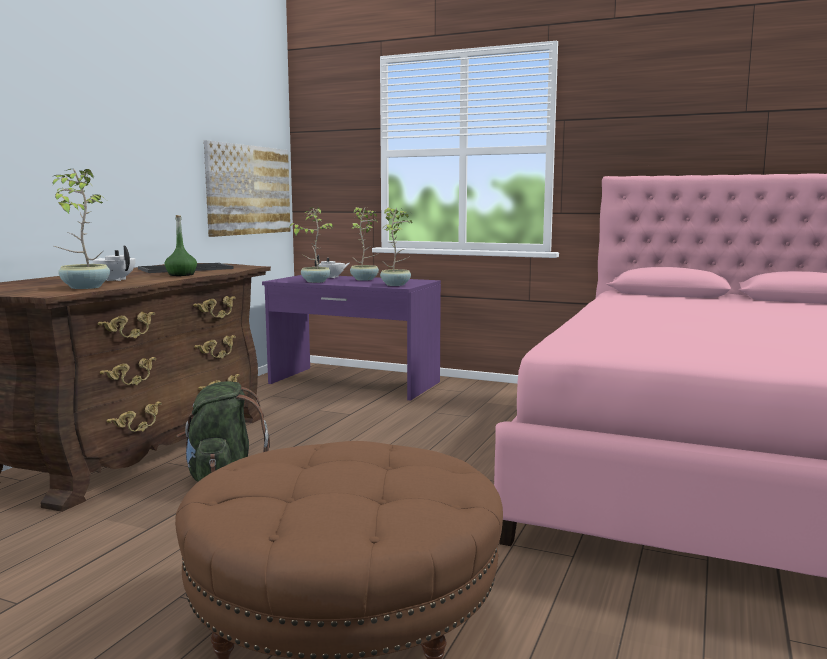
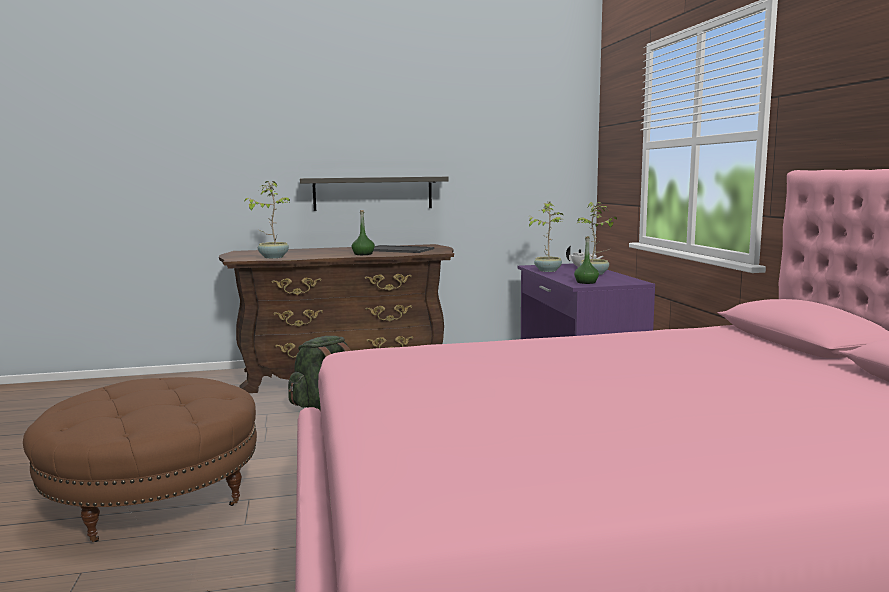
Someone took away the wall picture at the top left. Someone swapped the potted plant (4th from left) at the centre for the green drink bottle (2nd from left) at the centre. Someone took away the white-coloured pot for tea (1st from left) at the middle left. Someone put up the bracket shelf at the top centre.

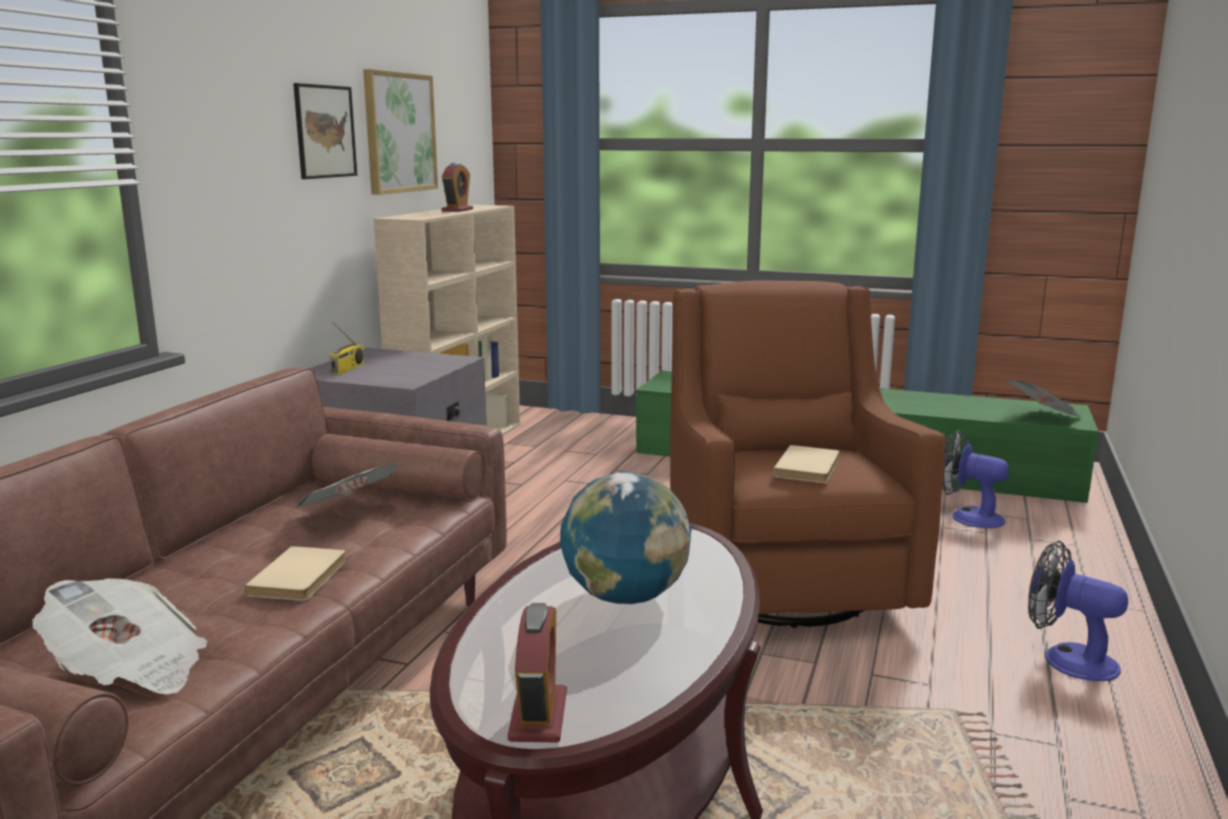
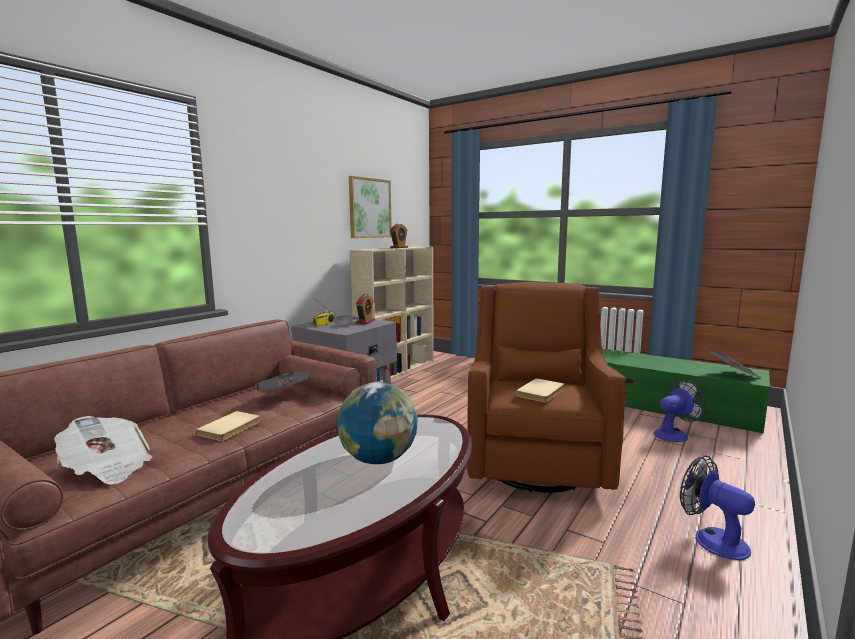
Someone took away the wall picture (1st from left) at the top left. Someone rotated the cooling fan (1st from left) at the middle right by 105 degrees clockwise. Someone carried the table clock (2nd from left in the first image) from the bottom centre to the centre.

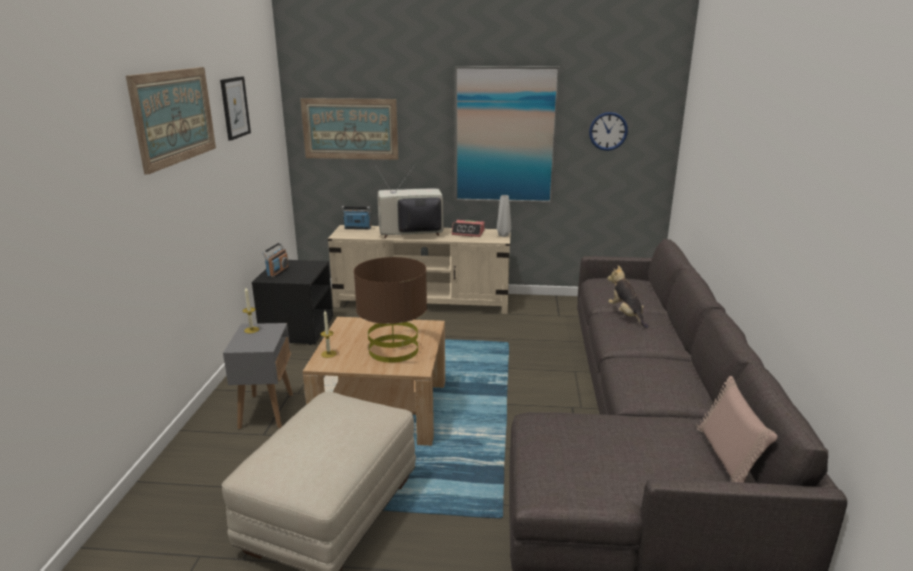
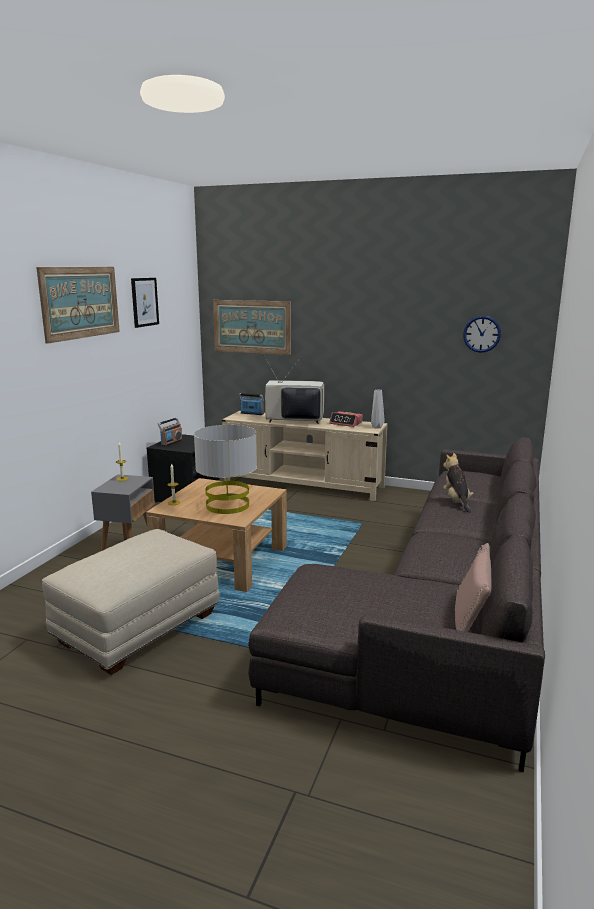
Someone took away the wall picture (4th from left) at the top centre. Someone repainted the brownish table lamp at the centre, which became the gray table lamp at the centre.

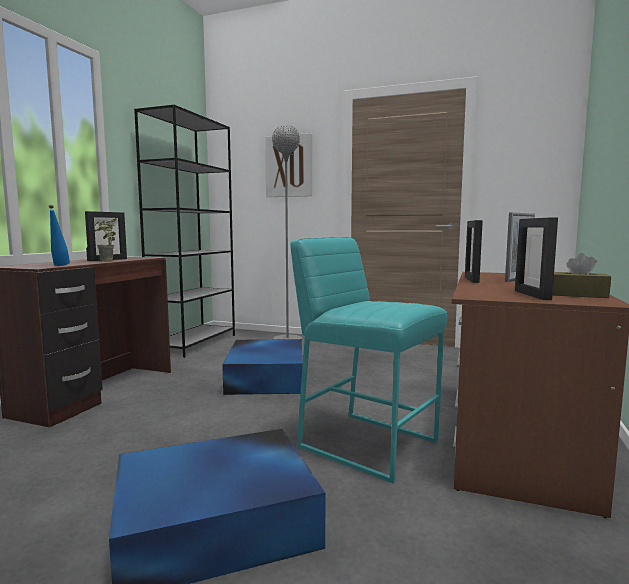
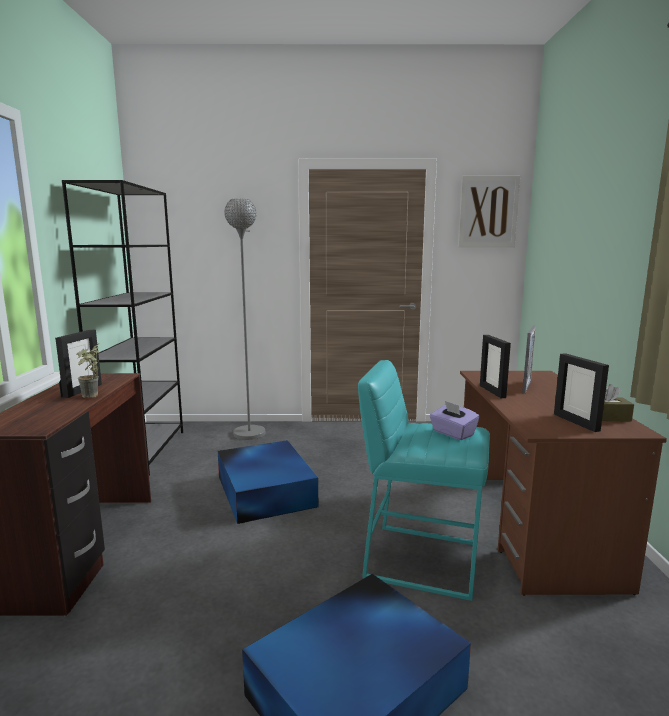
Someone carried the wall picture from the top centre to the top right. Someone took away the bluish drink bottle at the middle left. Someone put down the purple tissue holder at the middle right.

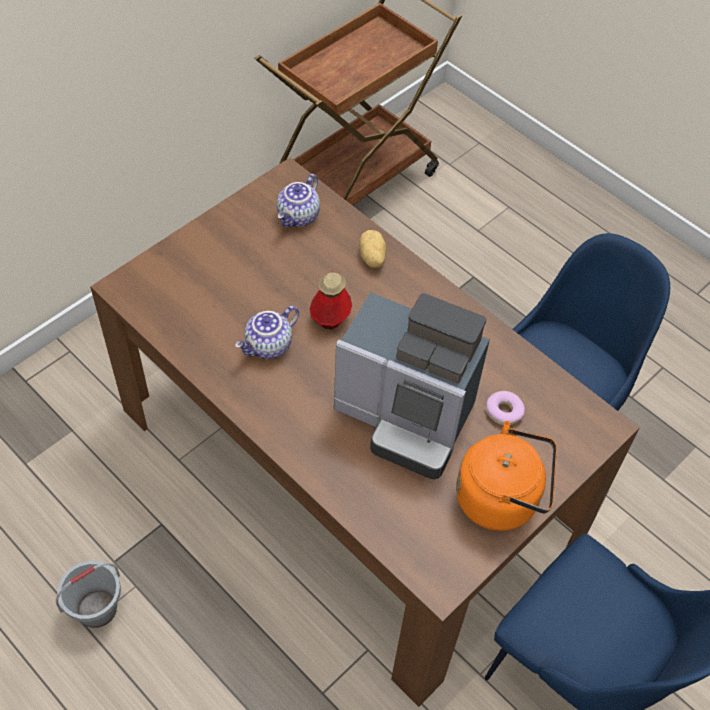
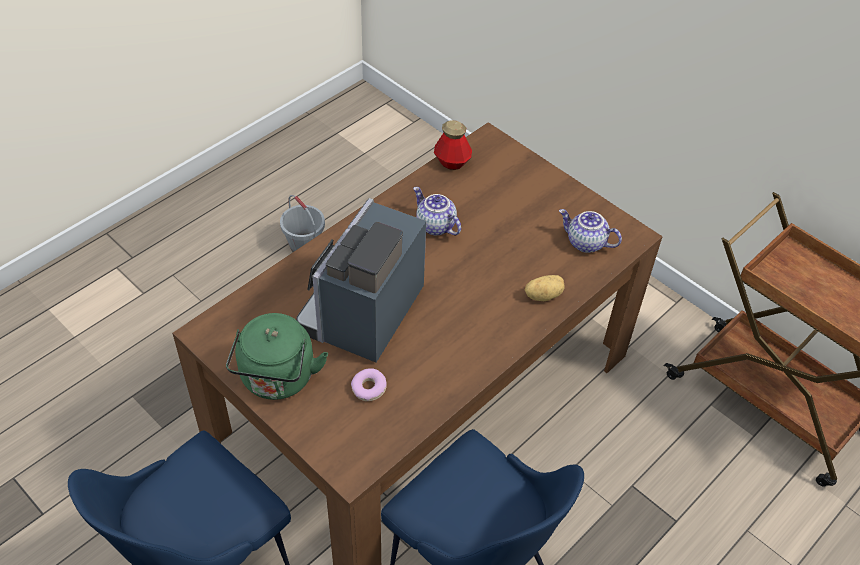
Someone carried the drink bottle from the centre to the top centre. Someone repainted the orangey water kettle at the bottom right, which became the green water kettle at the middle left.

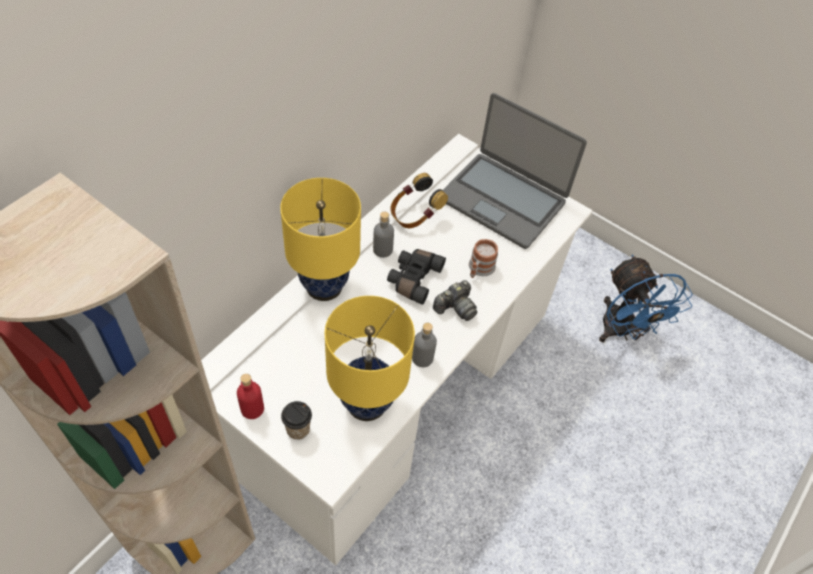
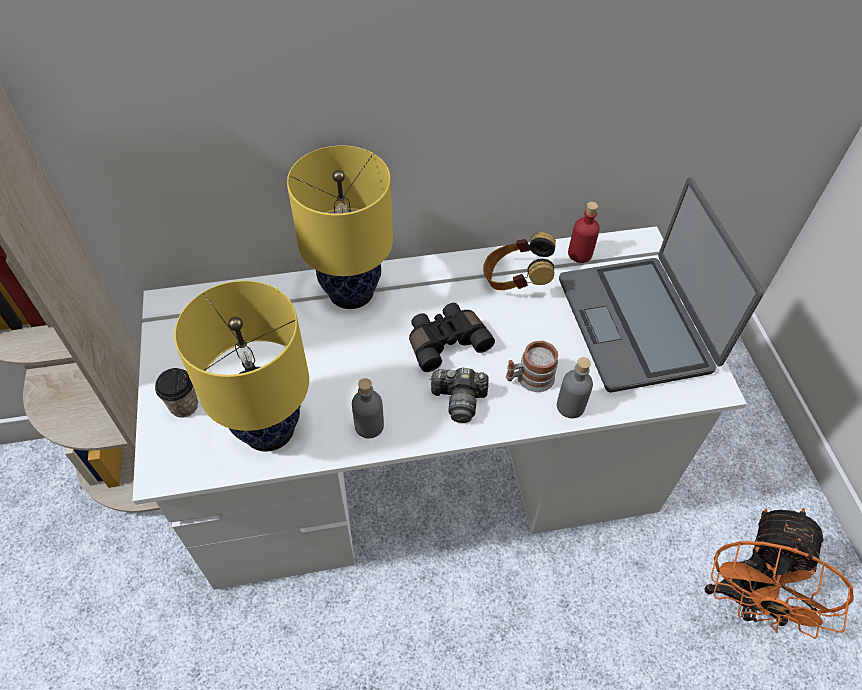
Someone carried the gray drink bottle (1st from left in the first image) from the centre to the middle right. Someone repainted the bluish cooling fan at the middle right, which became the orangey cooling fan at the bottom right. Someone carried the red drink bottle from the bottom left to the middle right.

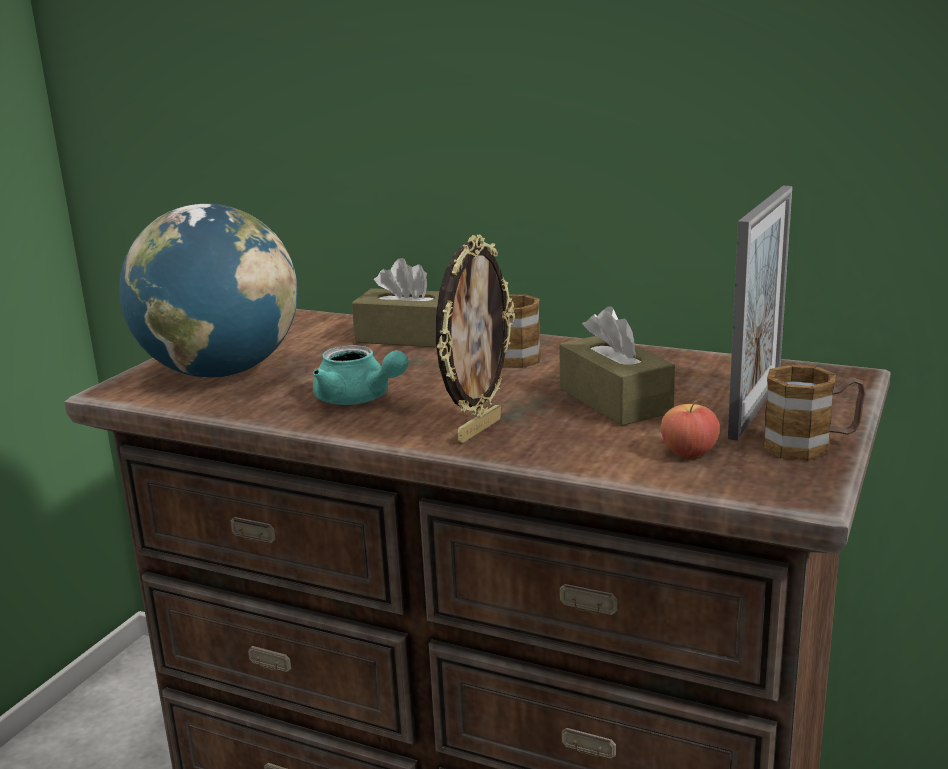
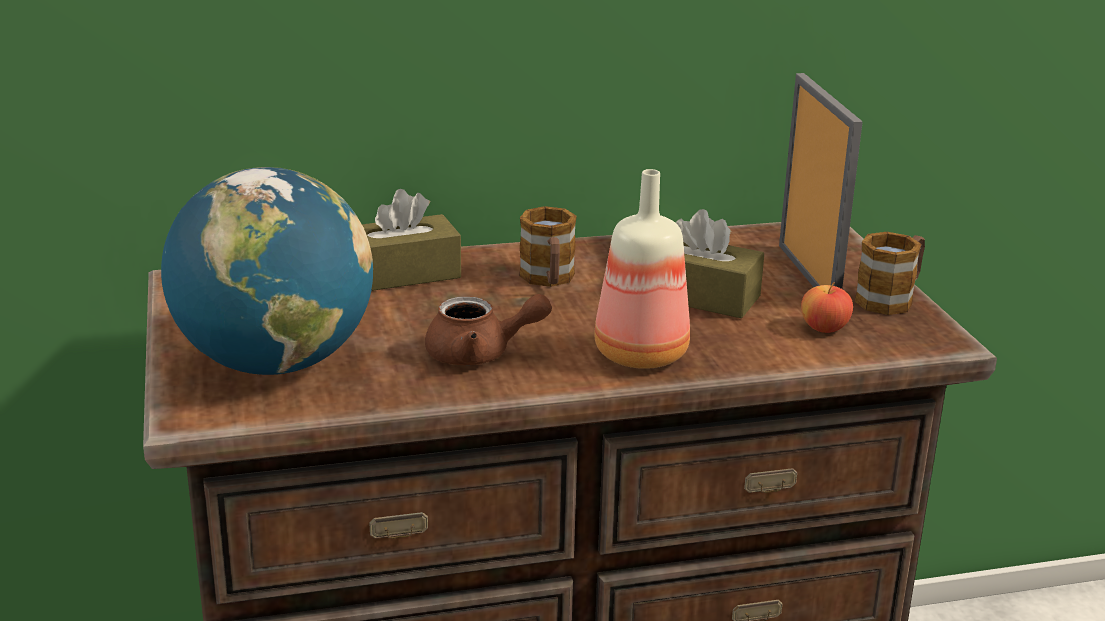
Someone swapped the picture frame (1st from left) at the centre for the drink bottle at the centre. Someone repainted the turquoise pot for tea at the centre, which became the brownish pot for tea at the centre.

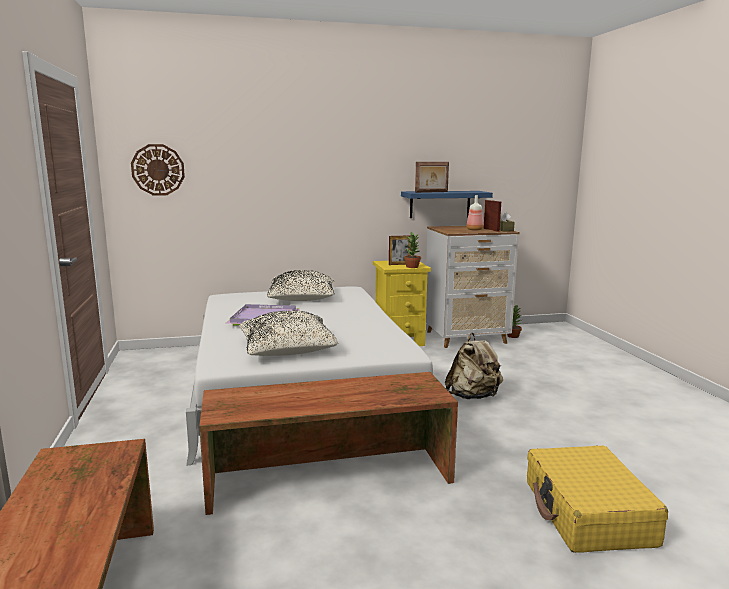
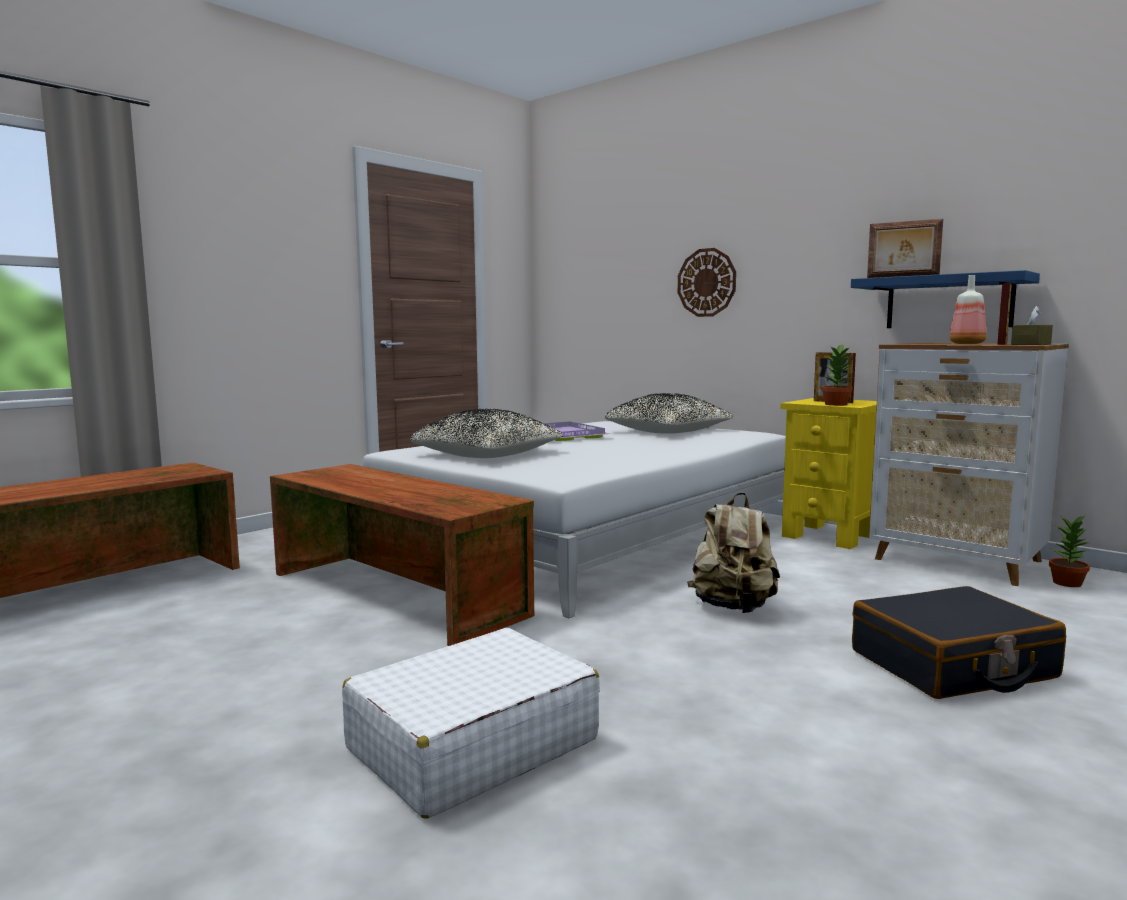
Someone carried the clock on the wall from the top left to the top centre. Someone repainted the yellow-coloured travel case at the bottom right, which became the white-coloured travel case at the bottom centre. Someone put down the black travel case at the bottom right.

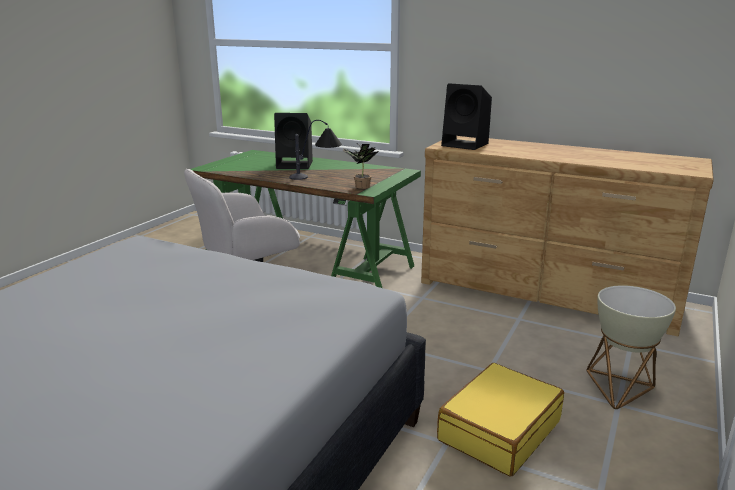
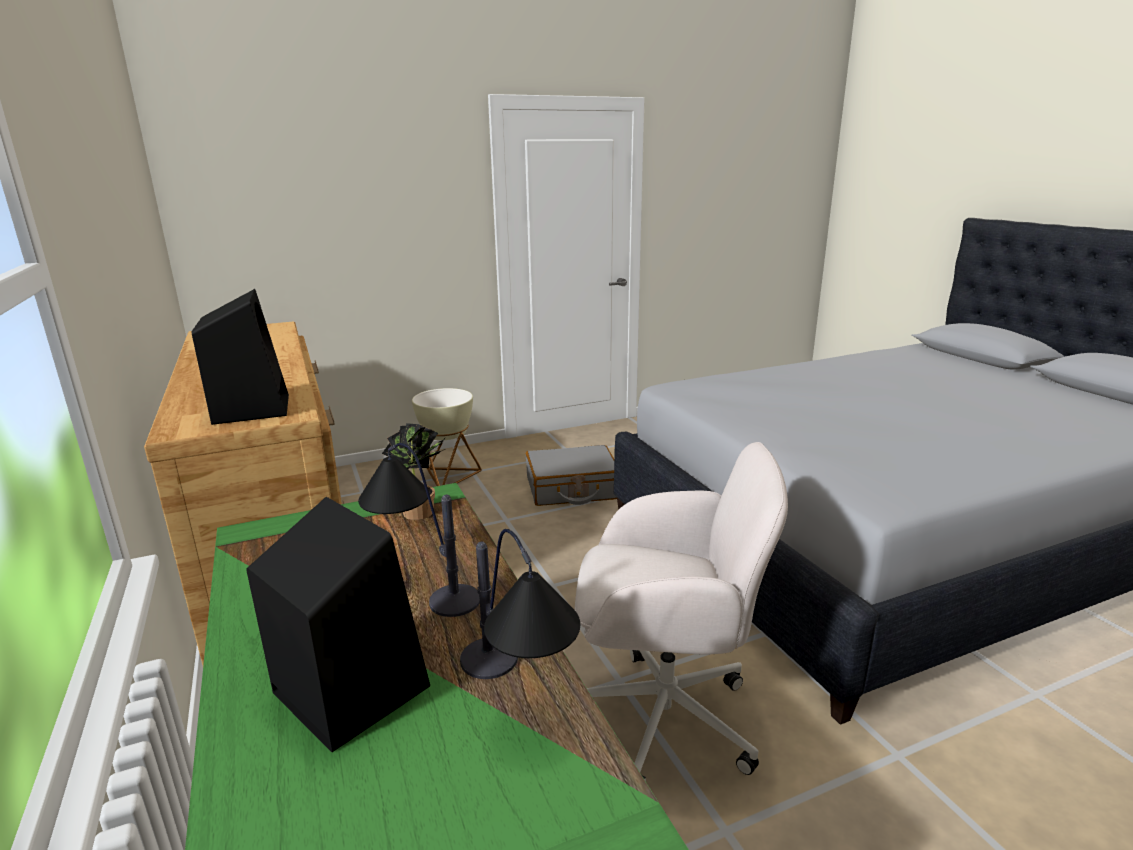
Someone repainted the yellow-coloured travel case at the bottom right, which became the gray travel case at the centre. Someone put down the table lamp (2nd from left) at the bottom centre.

